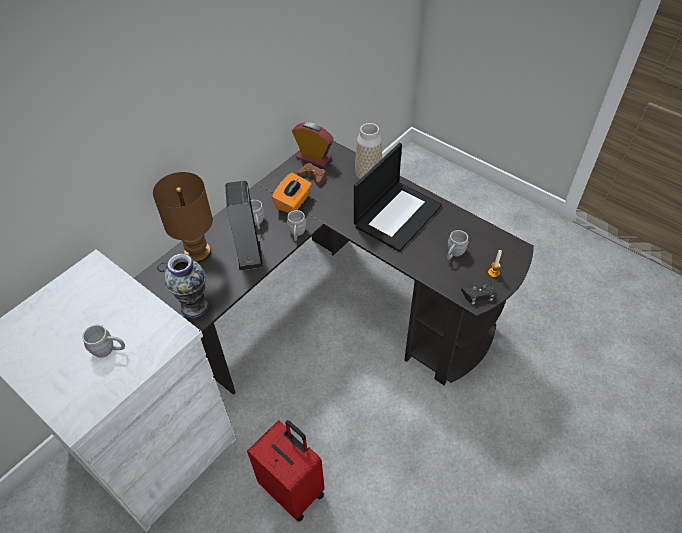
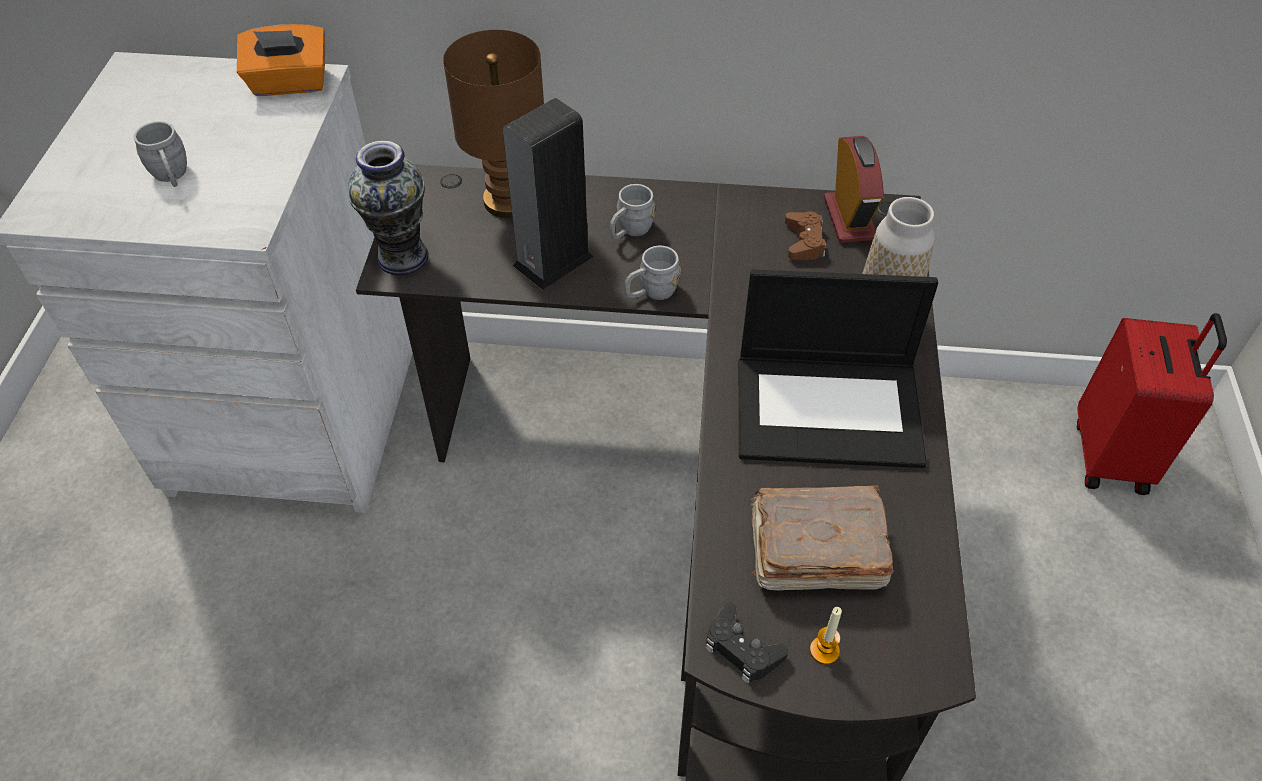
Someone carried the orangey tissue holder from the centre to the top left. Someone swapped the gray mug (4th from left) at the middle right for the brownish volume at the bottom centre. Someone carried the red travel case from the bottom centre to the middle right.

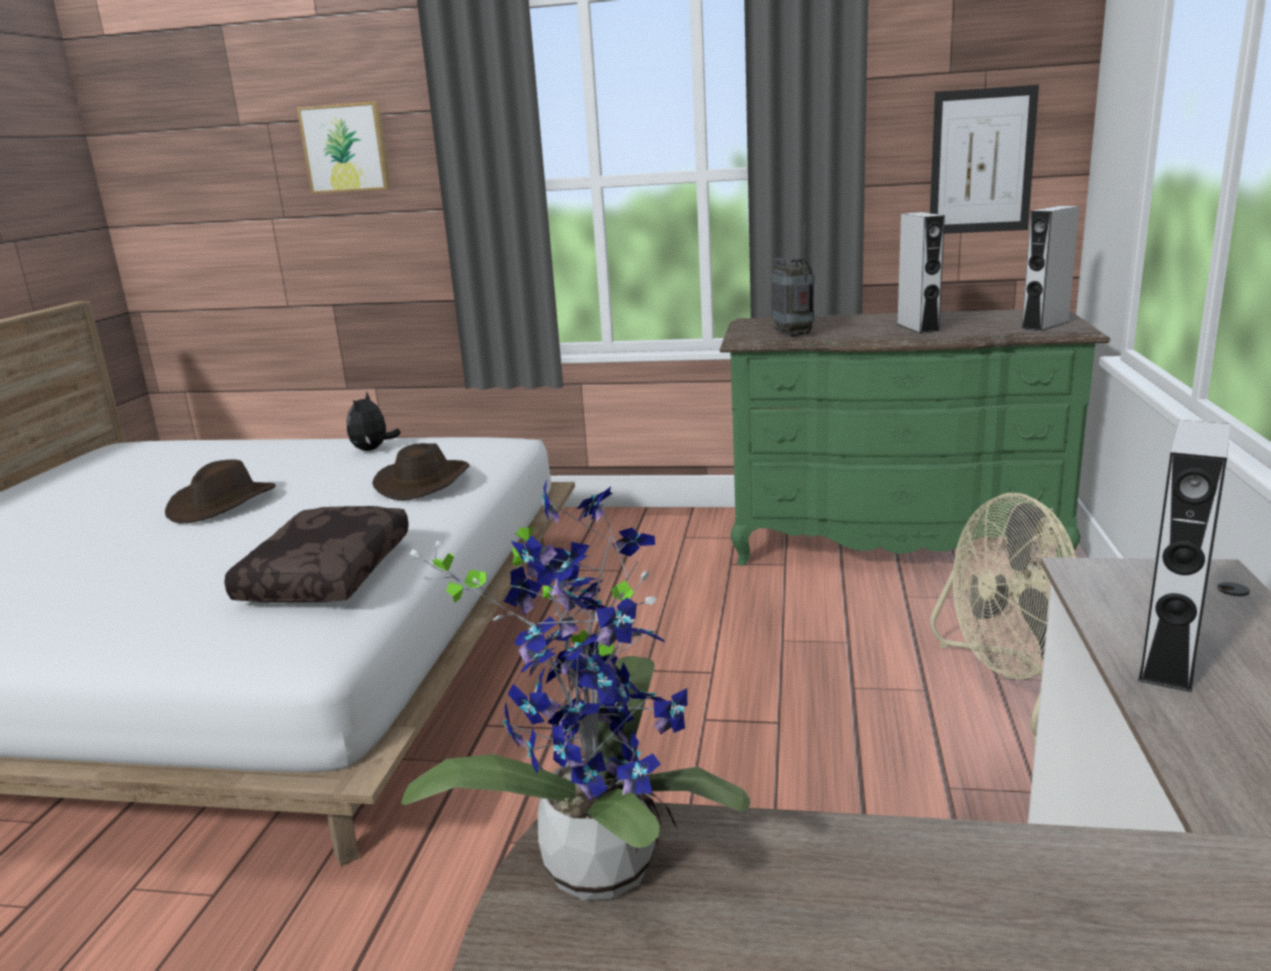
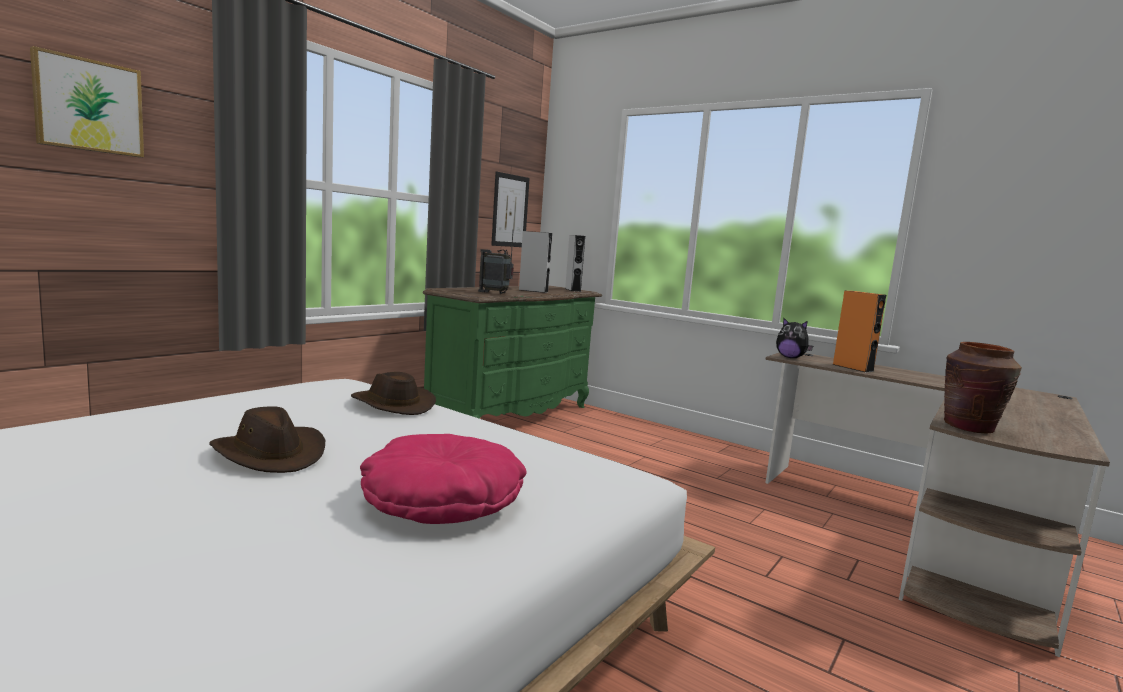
Someone carried the soft toy from the middle left to the middle right. Someone repainted the gray loudspeaker (3rd from left) at the middle right, which became the orangey loudspeaker at the middle right. Someone swapped the potted plant at the bottom centre for the brownish flower vase at the middle right. Someone took away the beige-coloured cooling fan at the middle right. Someone took away the brownish cushion at the middle left. Someone put down the pink-coloured cushion at the bottom centre.

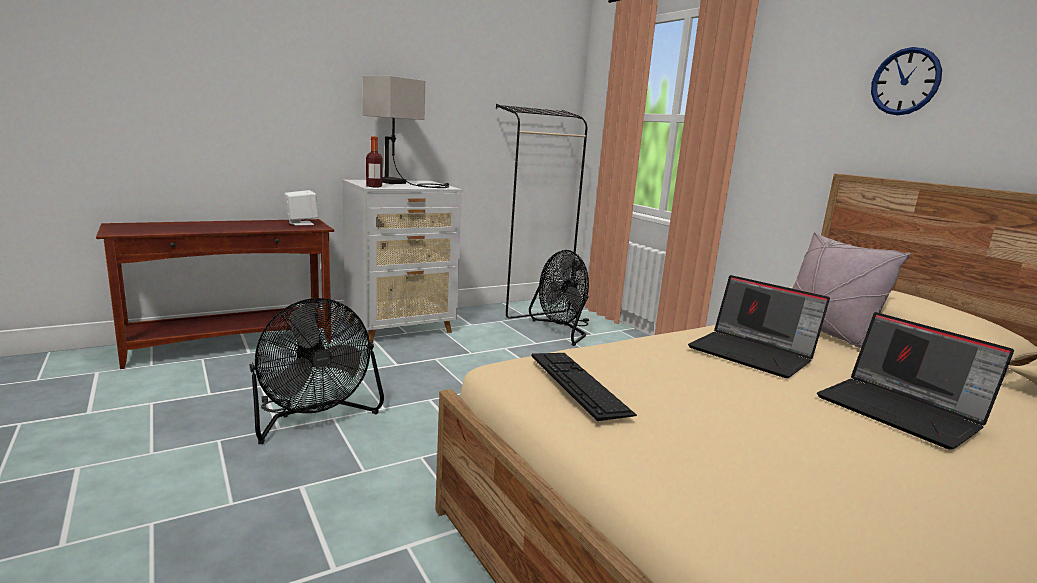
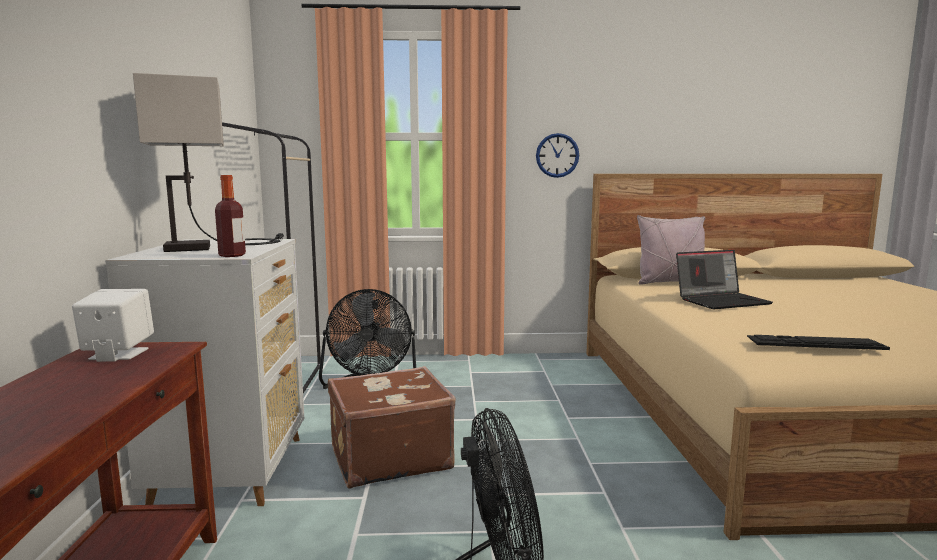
Someone carried the clock on the wall from the top right to the top centre. Someone took away the laptop (2nd from left) at the middle right. Someone put down the brownish travel case at the bottom centre.

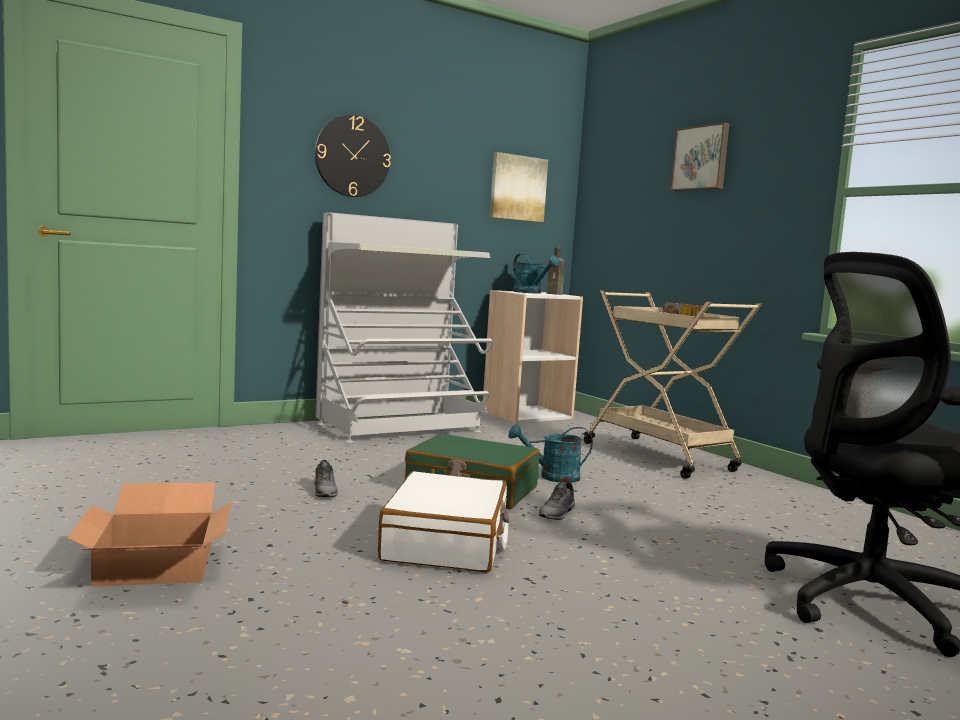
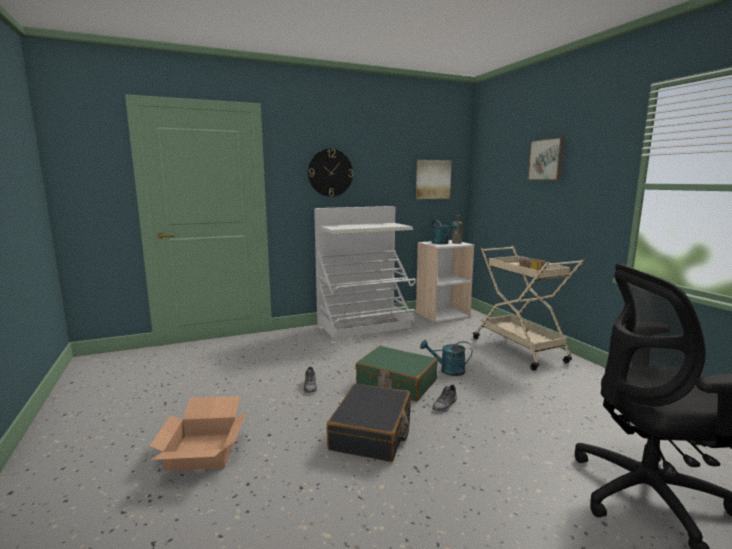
Someone repainted the white-coloured travel case at the bottom centre, which became the black travel case at the bottom centre.

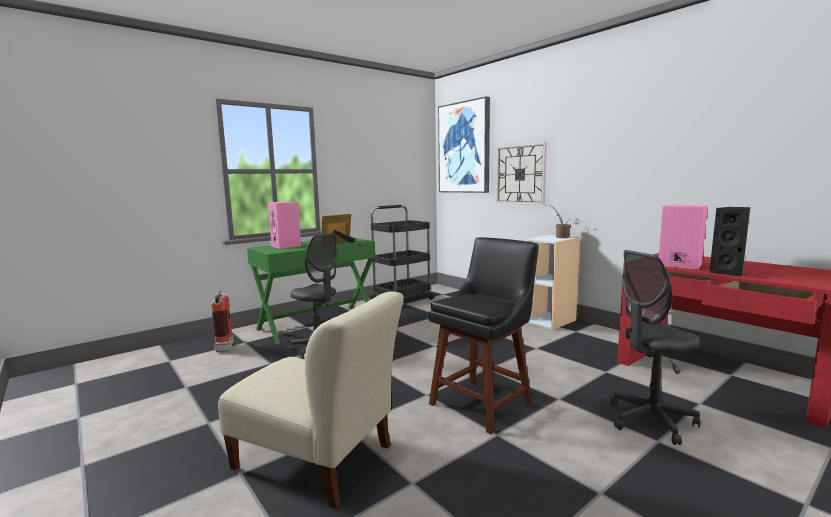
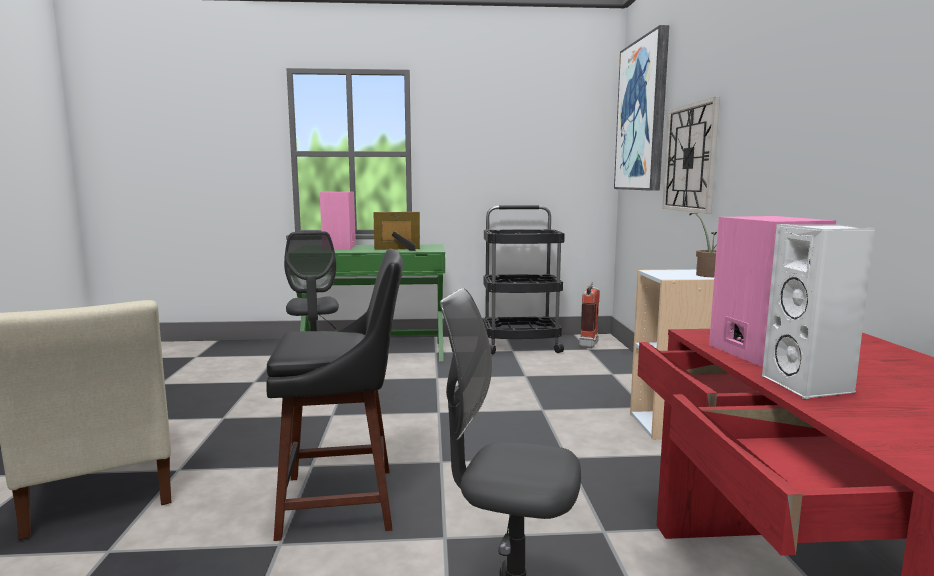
Someone repainted the black loudspeaker at the middle right, which became the white-coloured loudspeaker at the middle right. Someone carried the fire-fighting cylinder from the middle left to the centre.

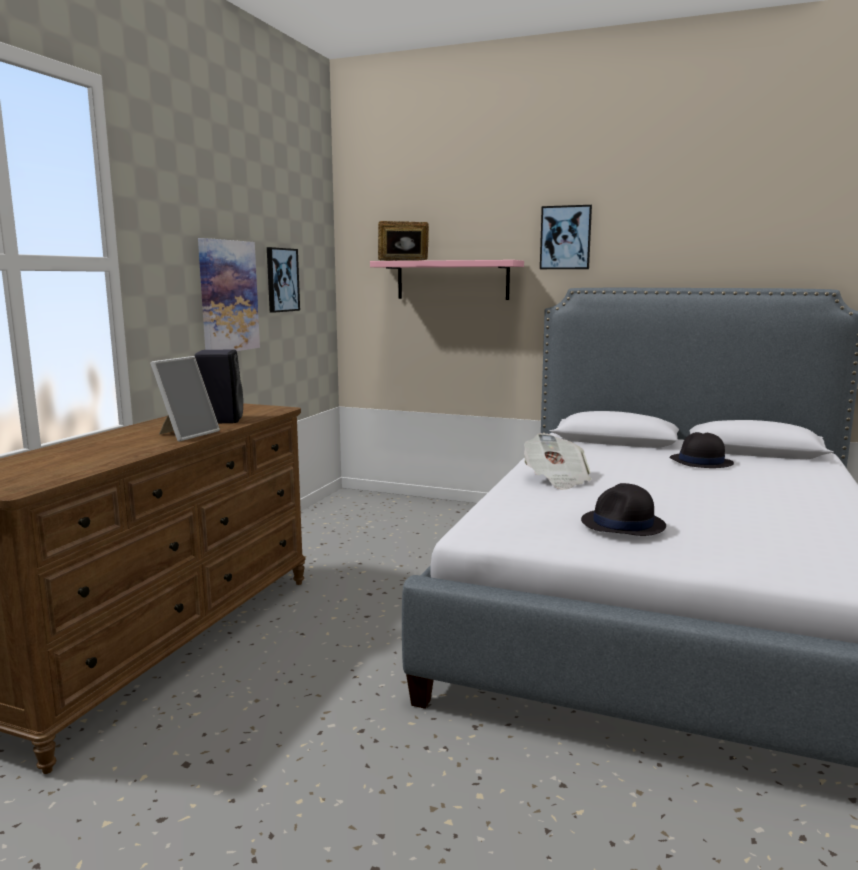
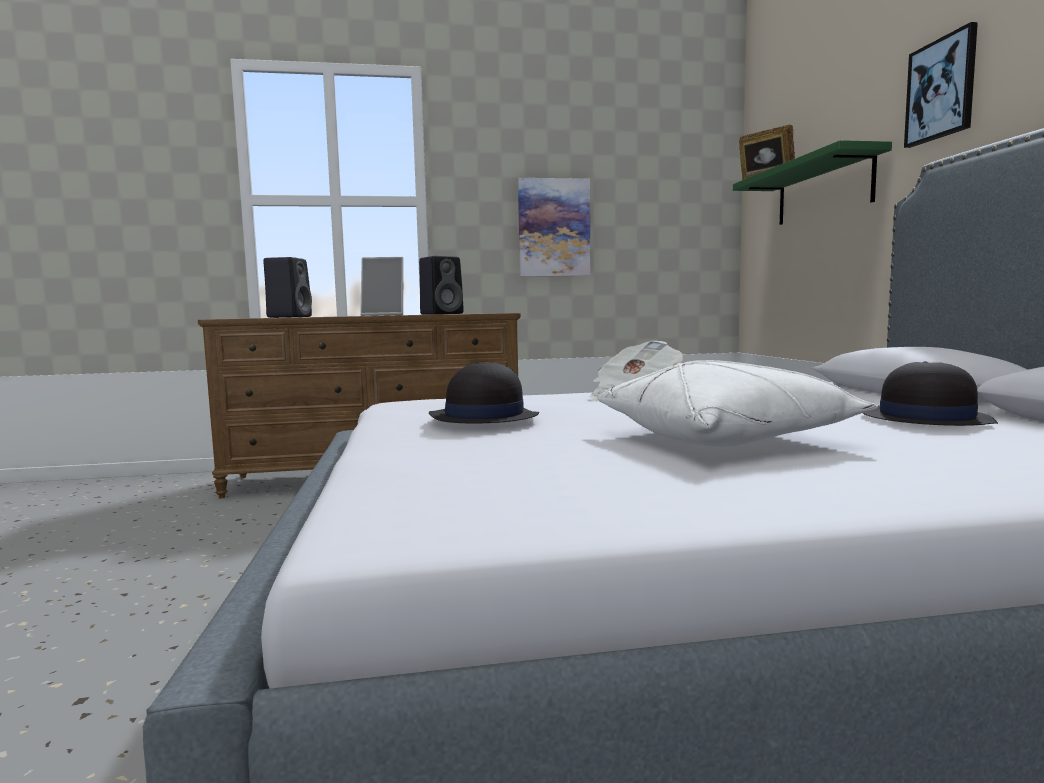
Someone took away the wall picture (2nd from left) at the top left. Someone repainted the pink-coloured bracket shelf at the top centre, which became the green bracket shelf at the top right. Someone put down the black loudspeaker (1st from left) at the middle left. Someone put down the white-coloured cushion at the middle right.

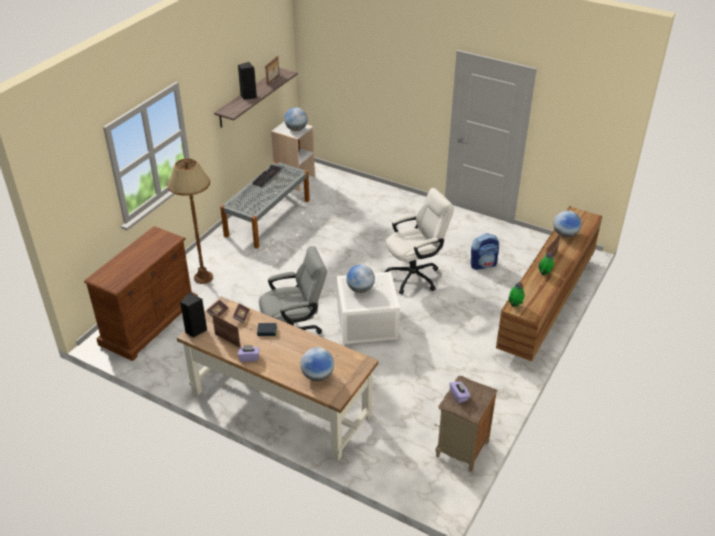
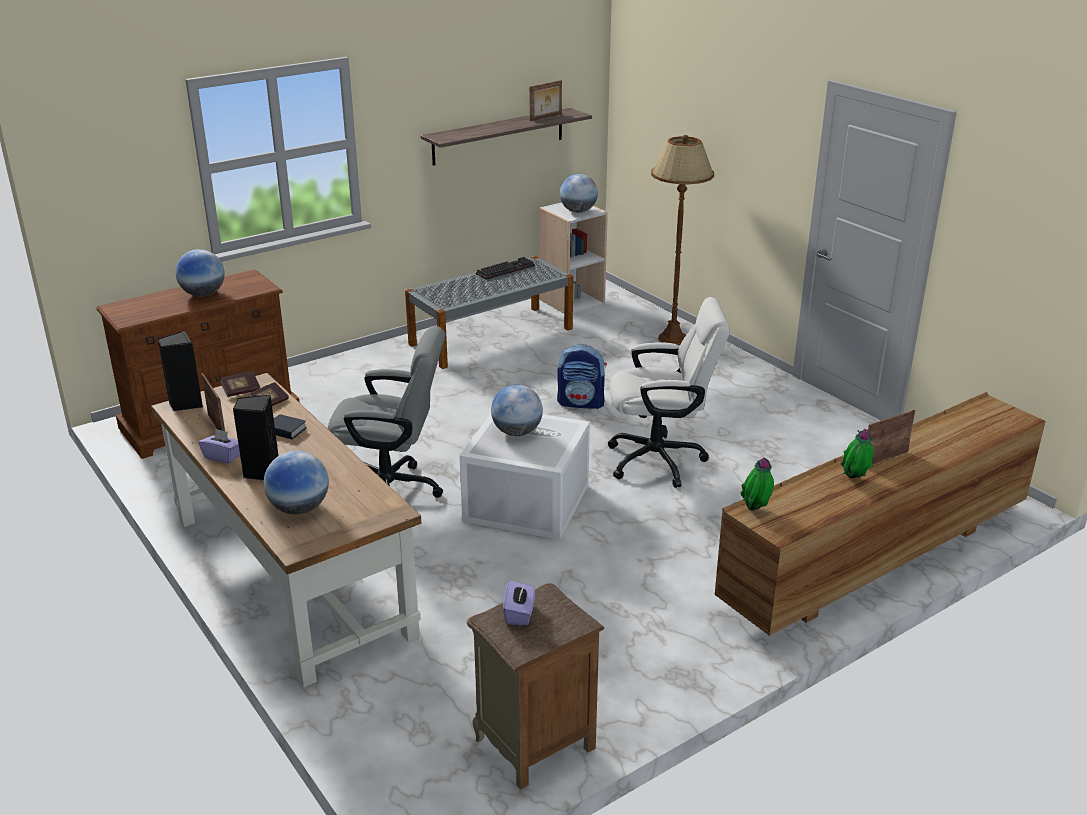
Someone carried the black loudspeaker (2nd from left) from the top centre to the middle left. Someone carried the brownish floor lamp from the middle left to the top centre. Someone carried the desk globe (4th from left in the first image) from the middle right to the middle left. Someone carried the backpack from the middle right to the centre.

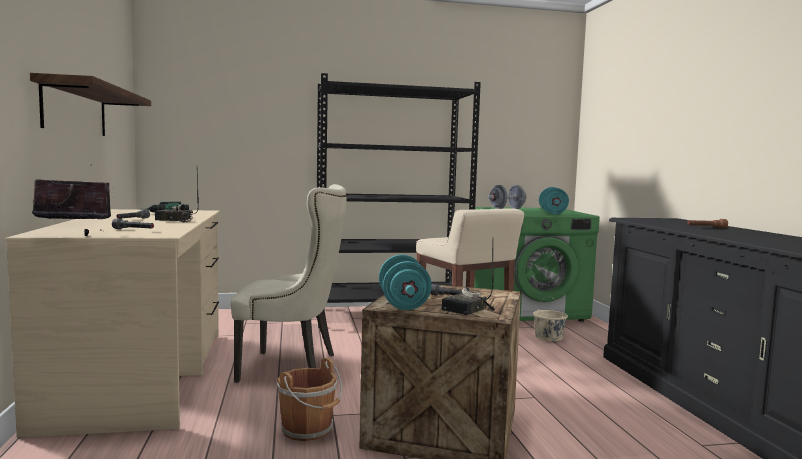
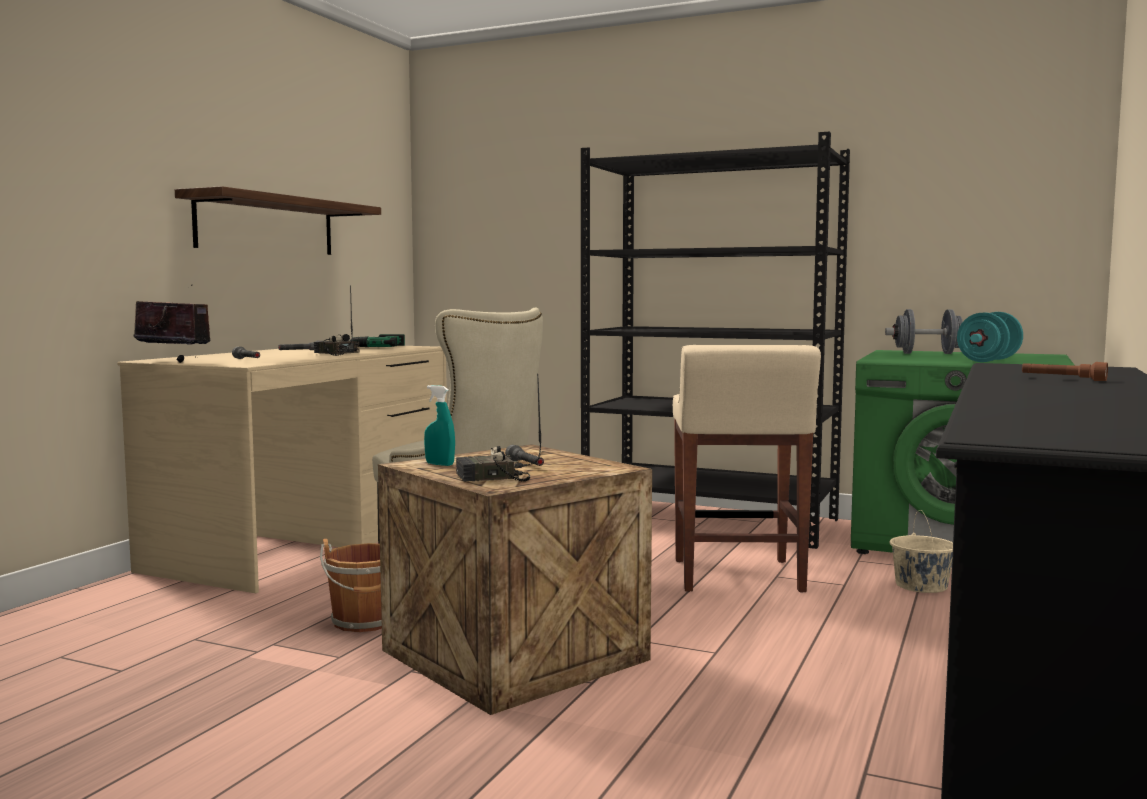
Someone swapped the turquoise free weight (1st from left) at the centre for the turquoise sprayer at the centre.

